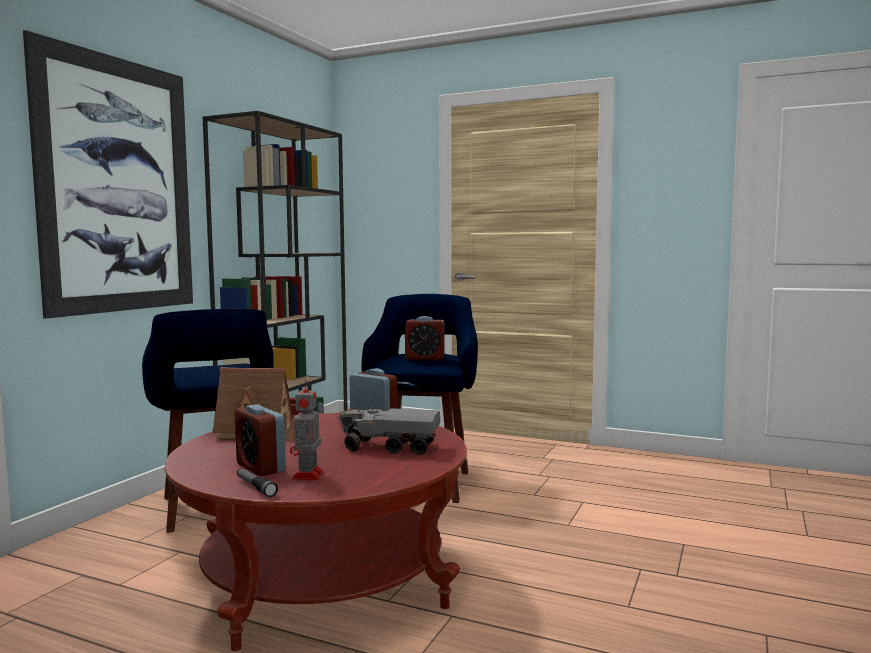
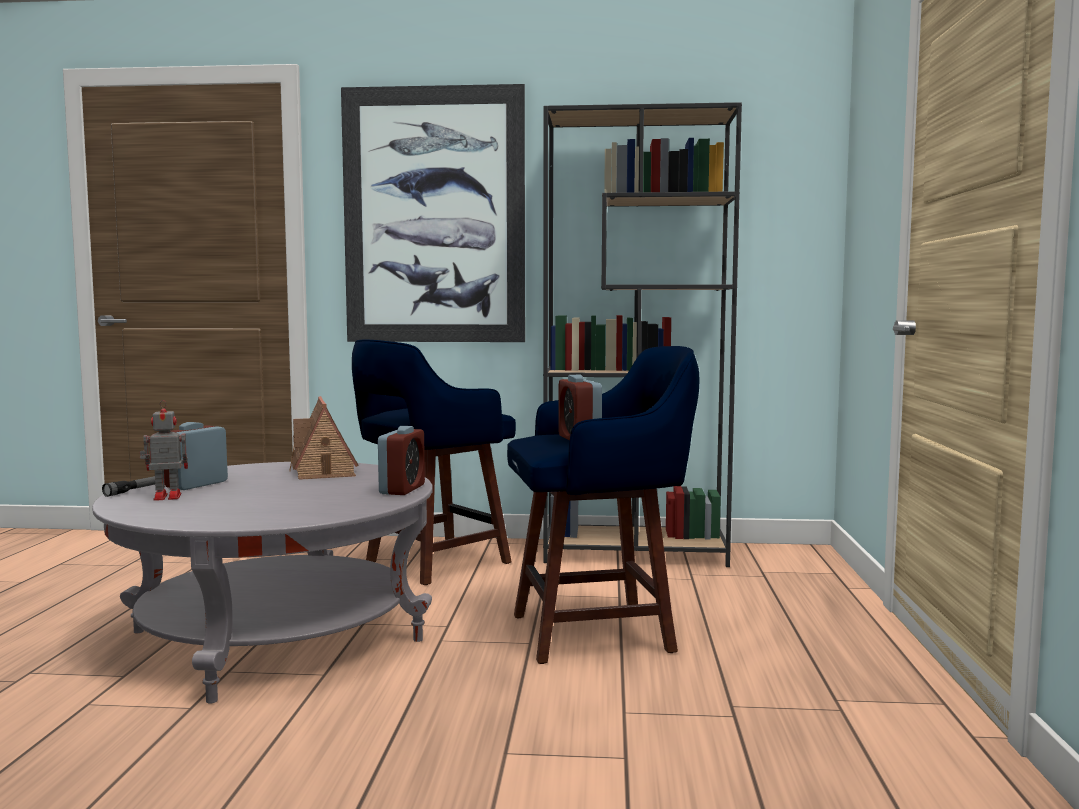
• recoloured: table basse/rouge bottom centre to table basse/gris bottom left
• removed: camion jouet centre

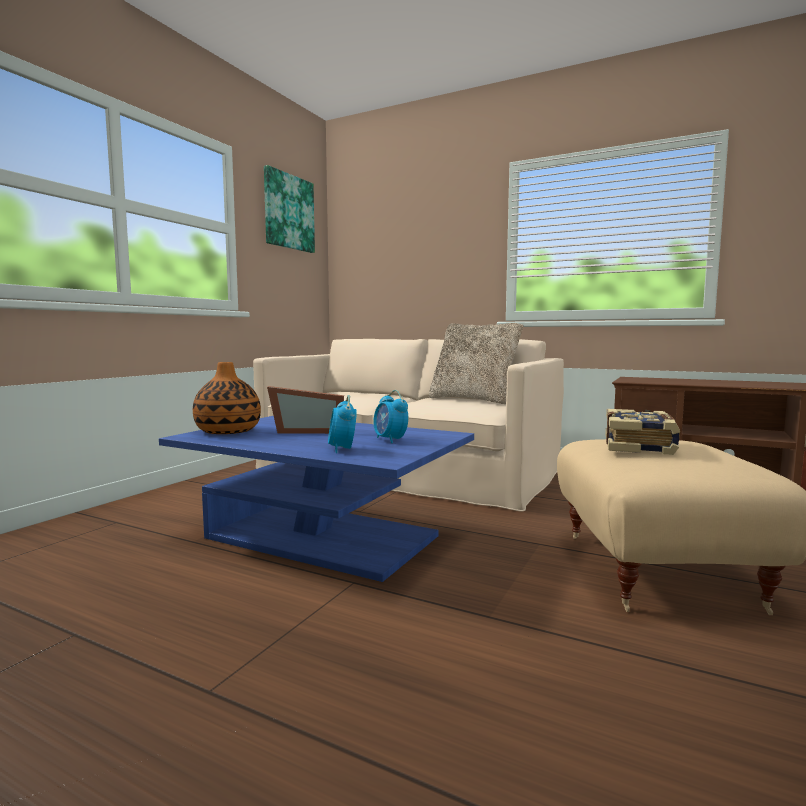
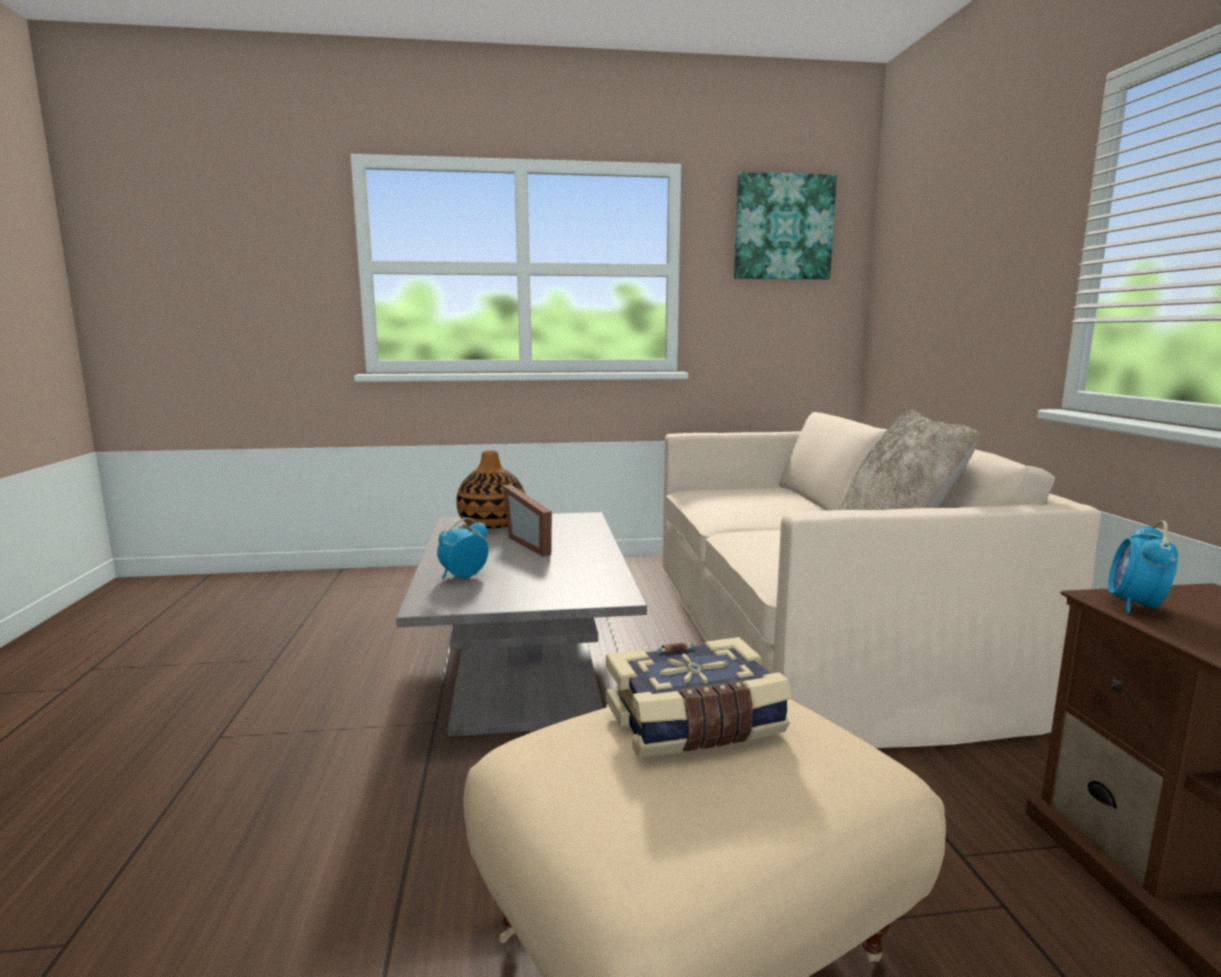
• recoloured: table basse/bleu centre to table basse/gris centre
• moved: réveil (2nd from left) centre to middle right

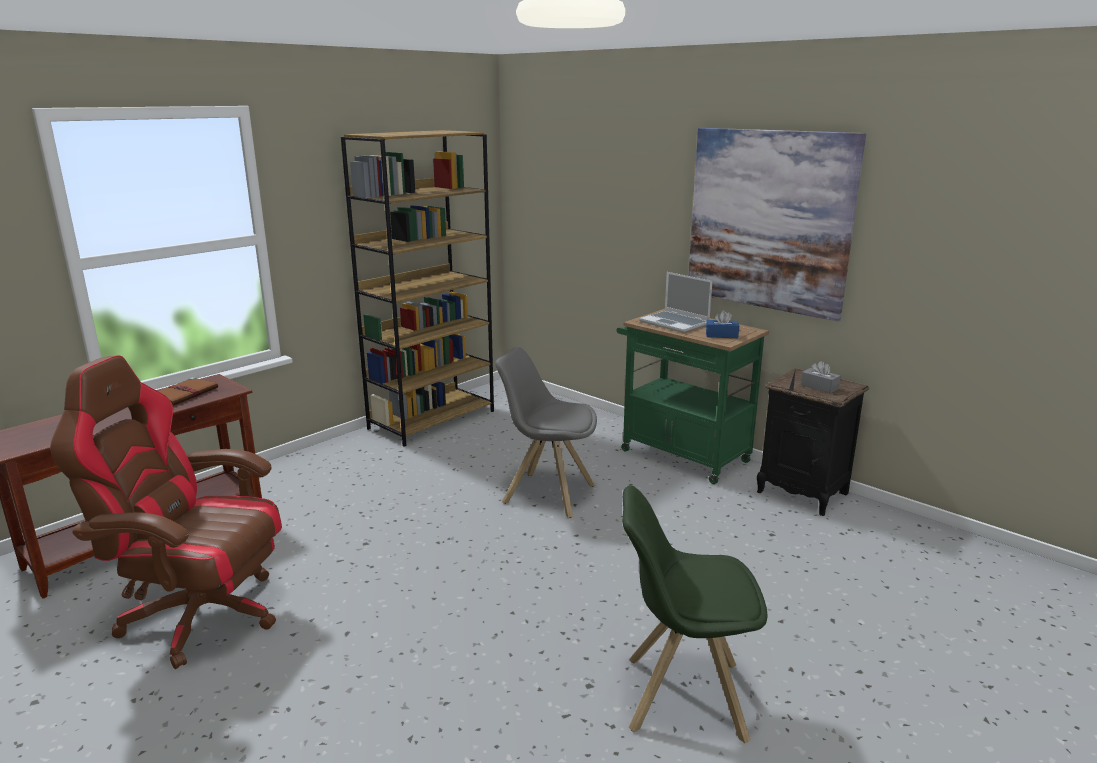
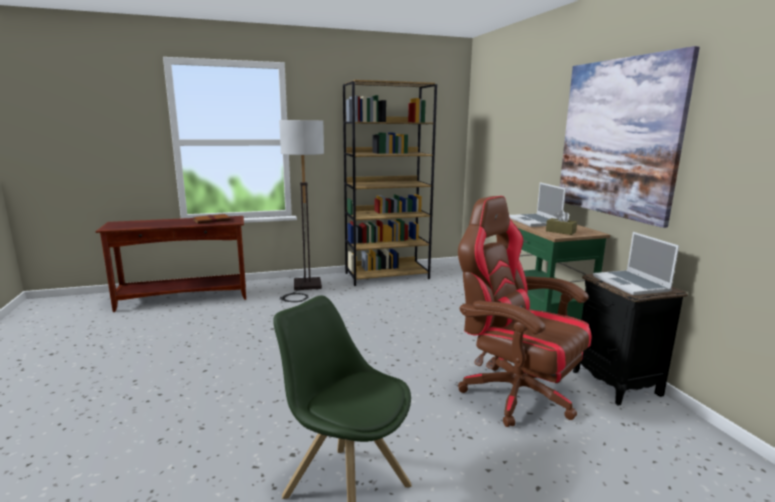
• moved: chaise de bureau/marron bottom left to middle right
• removed: chaise/gris centre
• recoloured: boîte à mouchoirs/bleu centre to boîte à mouchoirs/marron middle right
• replaced: boîte à mouchoirs/gris middle right to ordinateur portable (2nd from left) middle right
• added: lampadaire centre

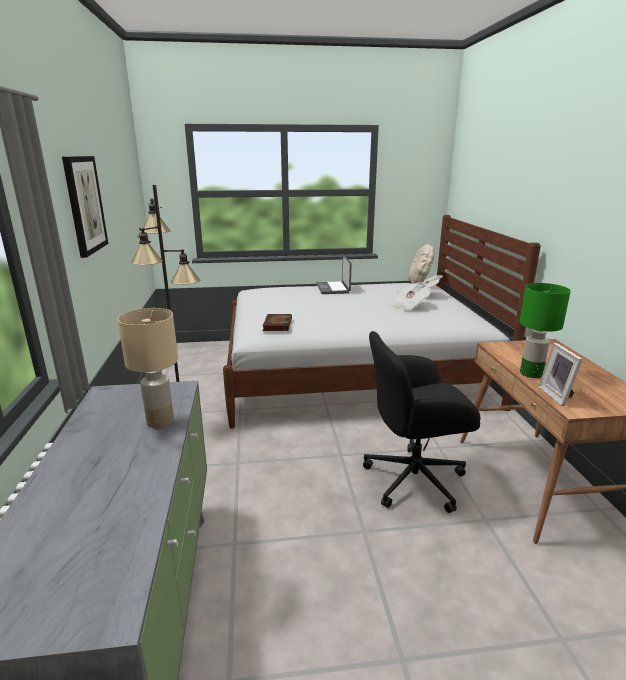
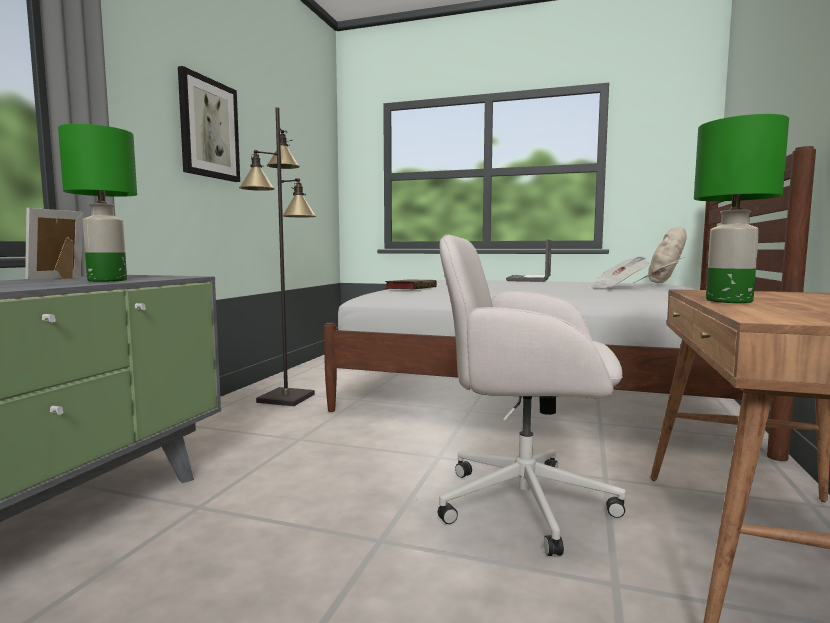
• recoloured: lampe de table/beige middle left to lampe de table/vert (1st from left) top left
• recoloured: chaise de bureau/noir middle right to chaise de bureau/blanc centre
• moved: cadre photo middle right to middle left

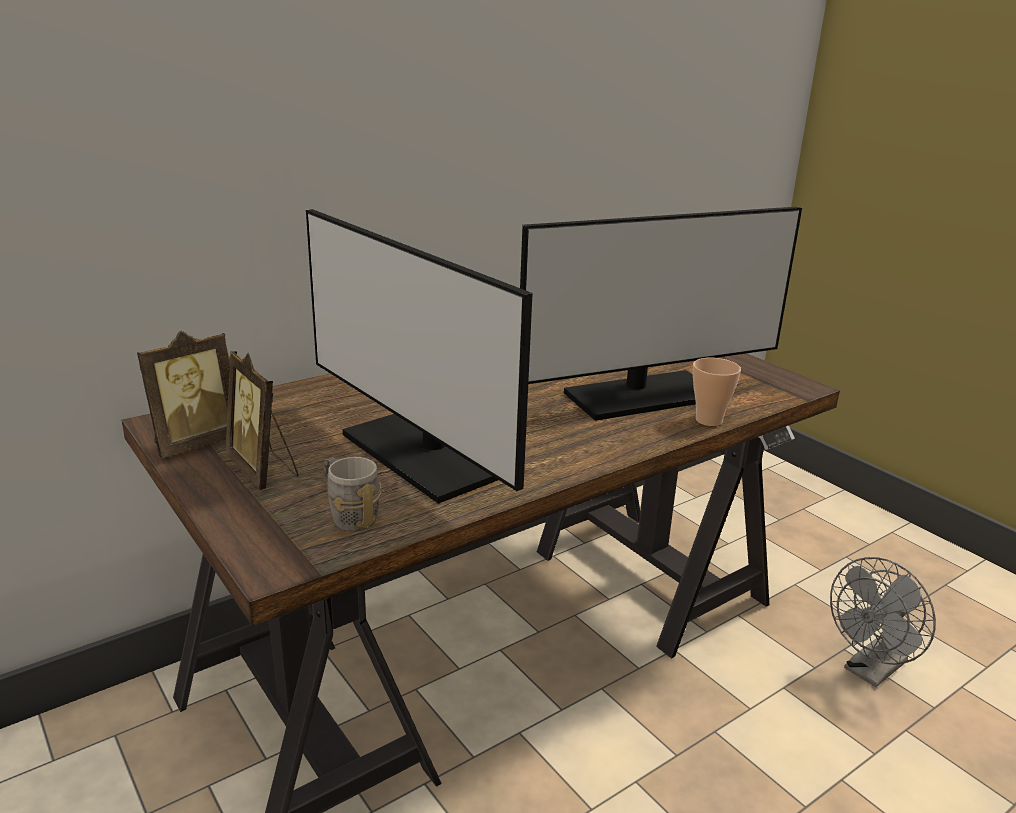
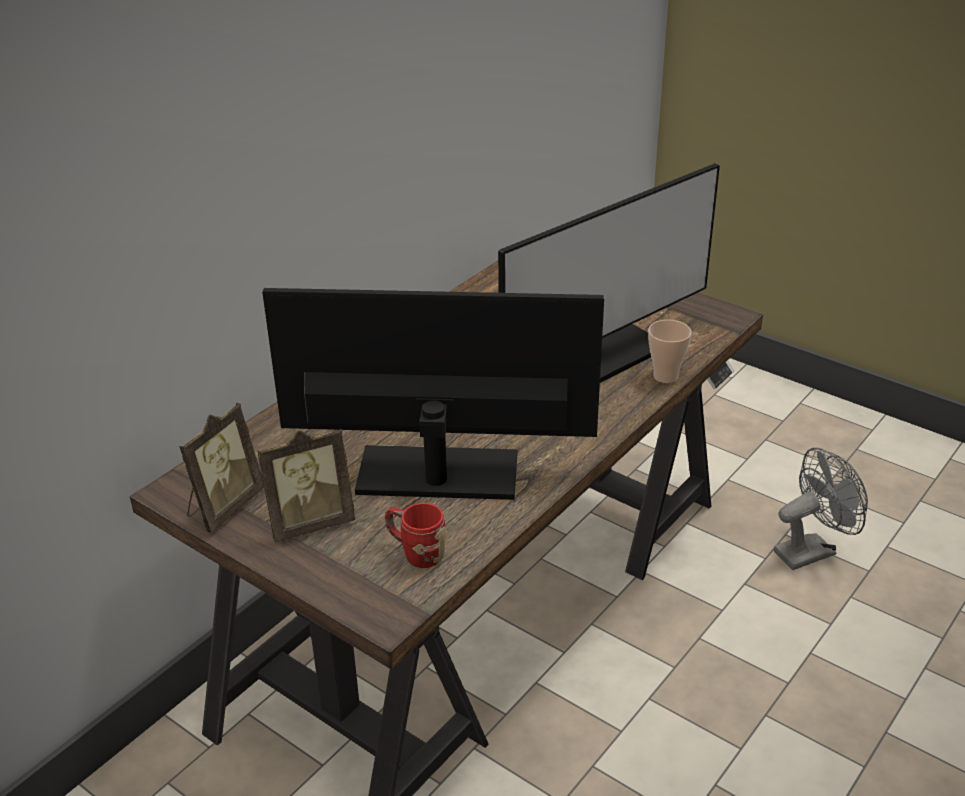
• turned: cadre photo (2nd from left) middle left = middle left 60 degrees counterclockwise
• turned: écran d'ordinateur (1st from left) centre = centre 150 degrees clockwise
• recoloured: mug/gris centre to mug/rouge bottom centre
• turned: ventilateur/gris bottom right = middle right 150 degrees counterclockwise

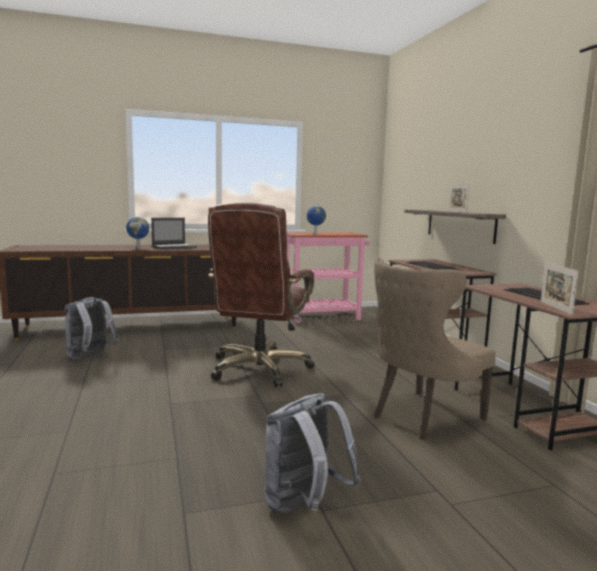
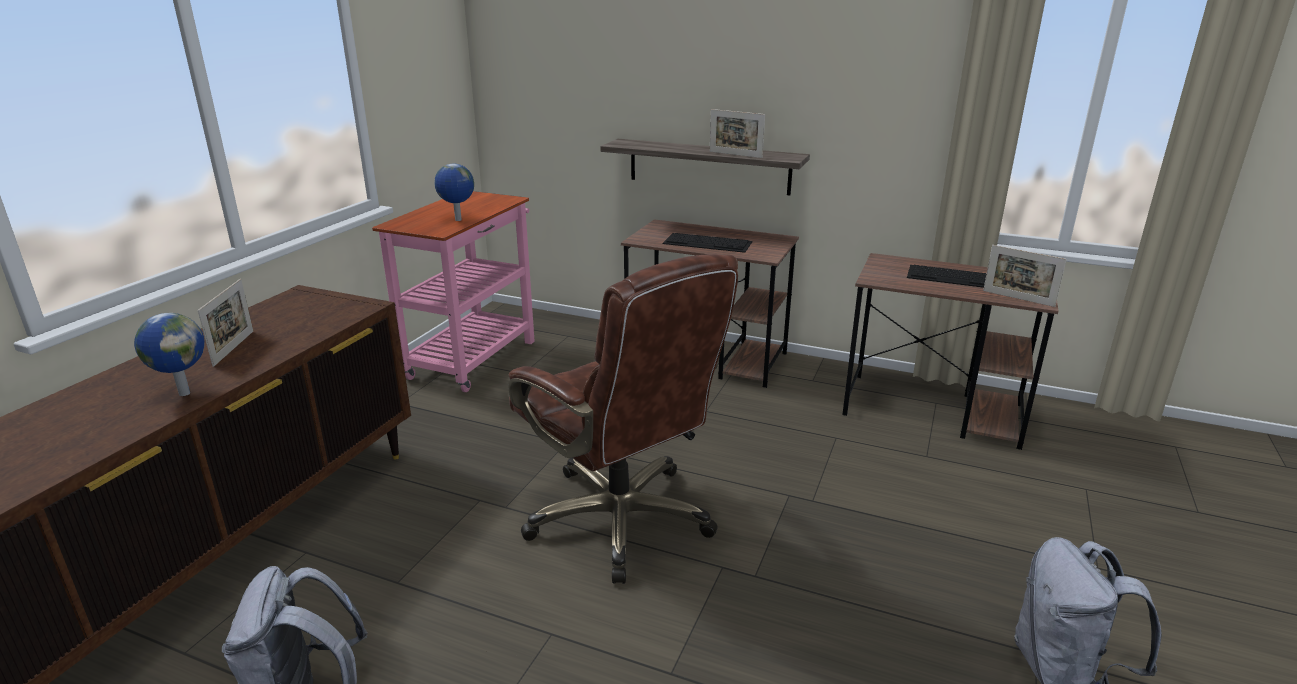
• replaced: ordinateur portable middle left to cadre photo (1st from left) middle left
• removed: chaise/beige middle right

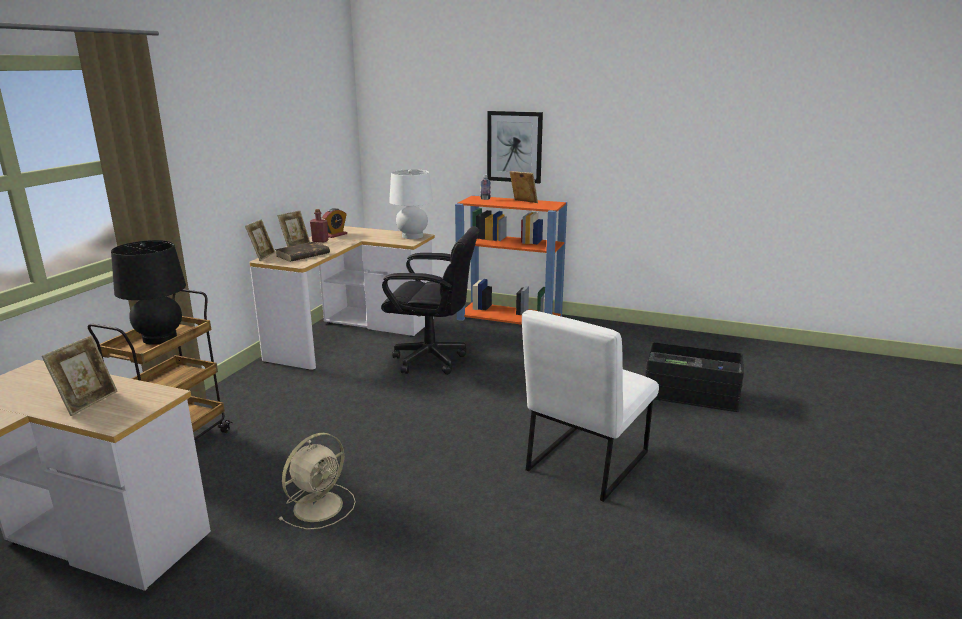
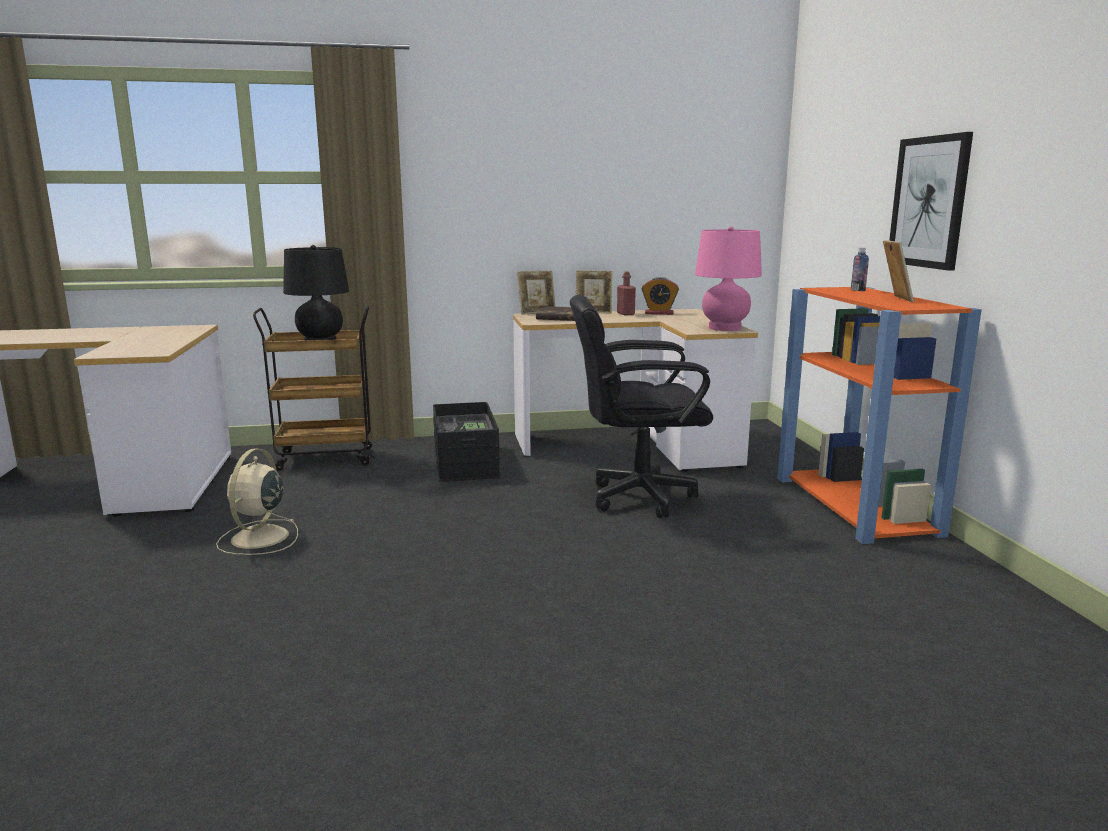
• removed: cadre photo (1st from left) middle left
• turned: ventilateur/beige bottom left = middle left 90 degrees clockwise
• turned: chaise de bureau/noir centre = centre 105 degrees clockwise
• recoloured: lampe de table/blanc top centre to lampe de table/rose centre
• removed: chaise/blanc centre
• moved: boîte de rangement/noir middle right to centre

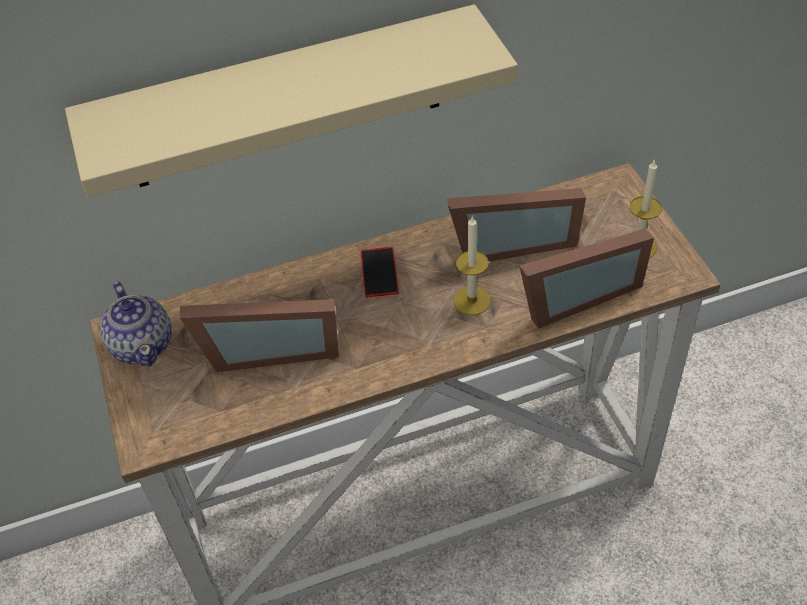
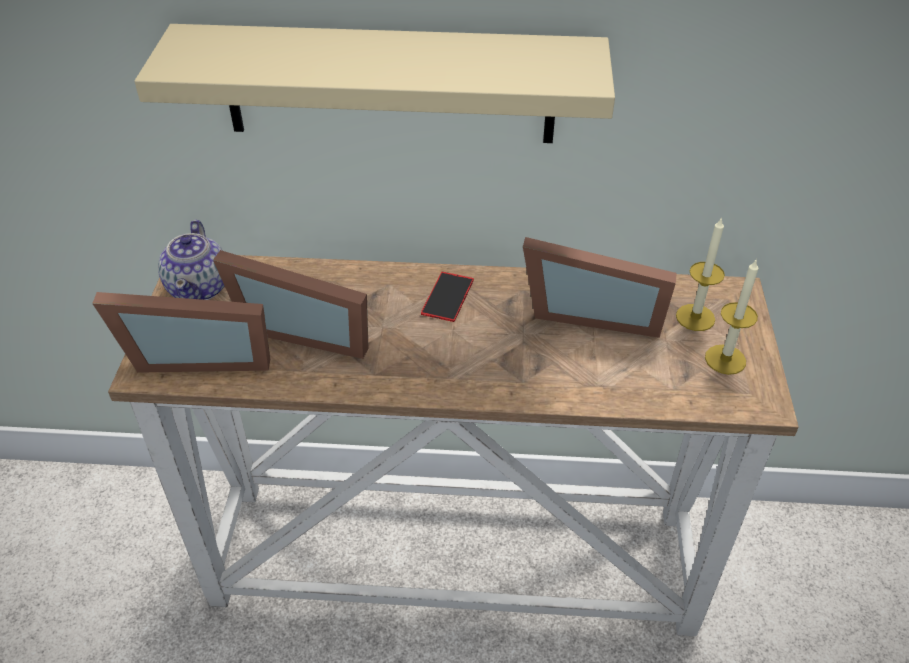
• moved: bougie (1st from left) centre to middle right
• moved: cadre photo (3rd from left in the first image) middle right to cadre photo (1st from left) middle left

